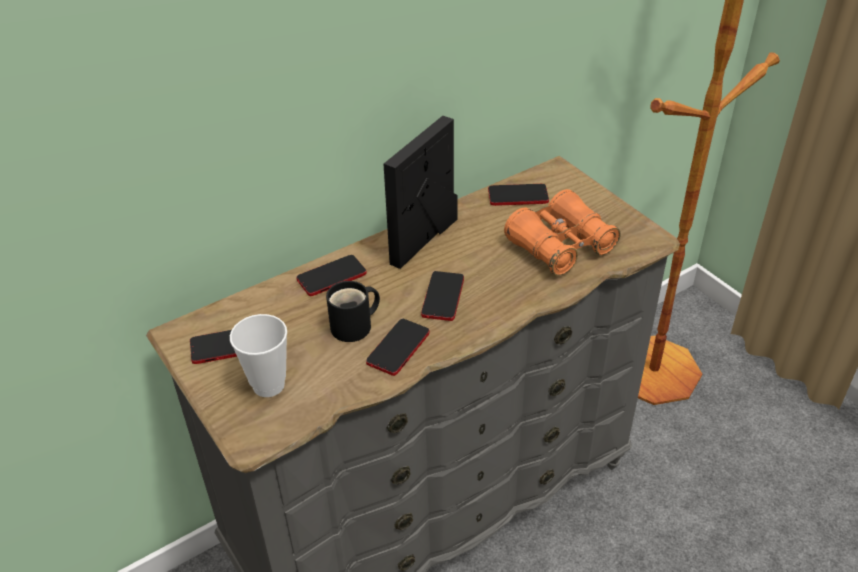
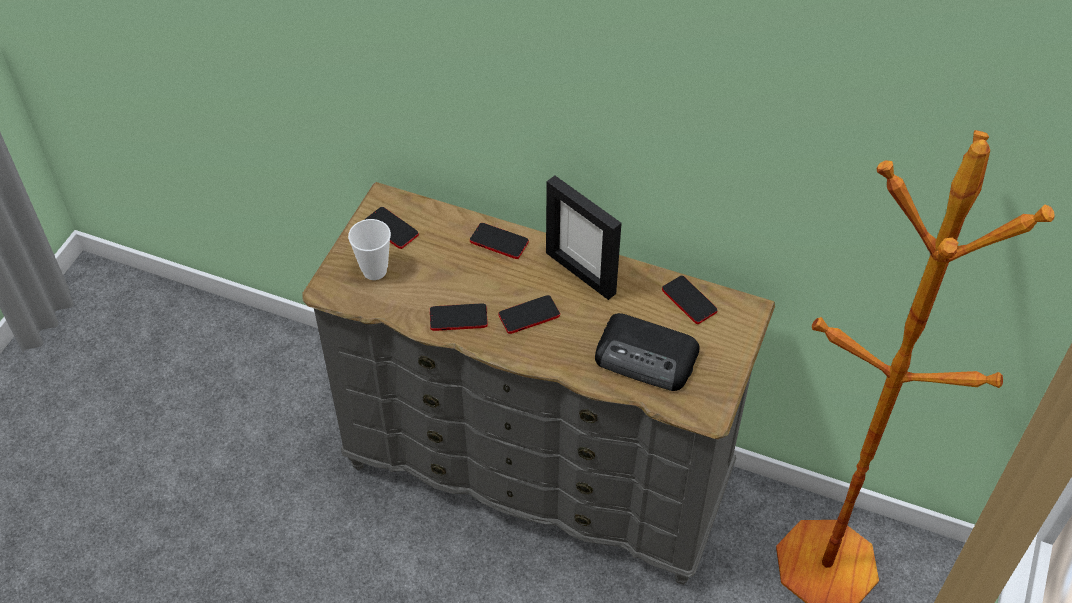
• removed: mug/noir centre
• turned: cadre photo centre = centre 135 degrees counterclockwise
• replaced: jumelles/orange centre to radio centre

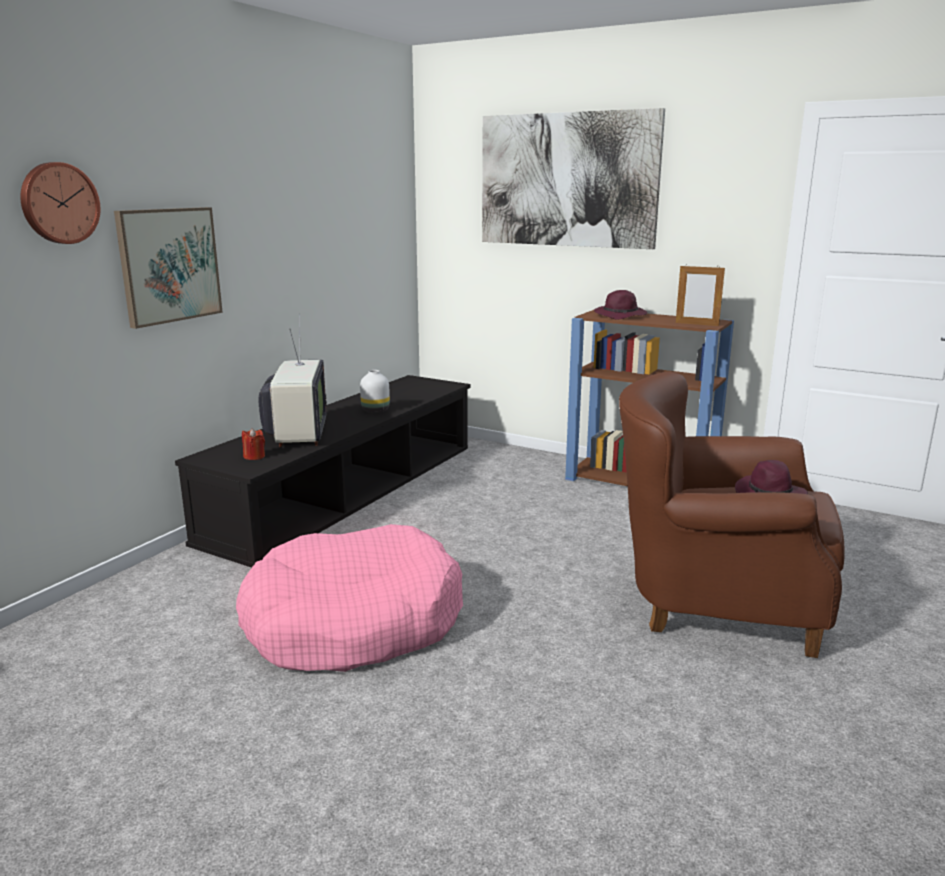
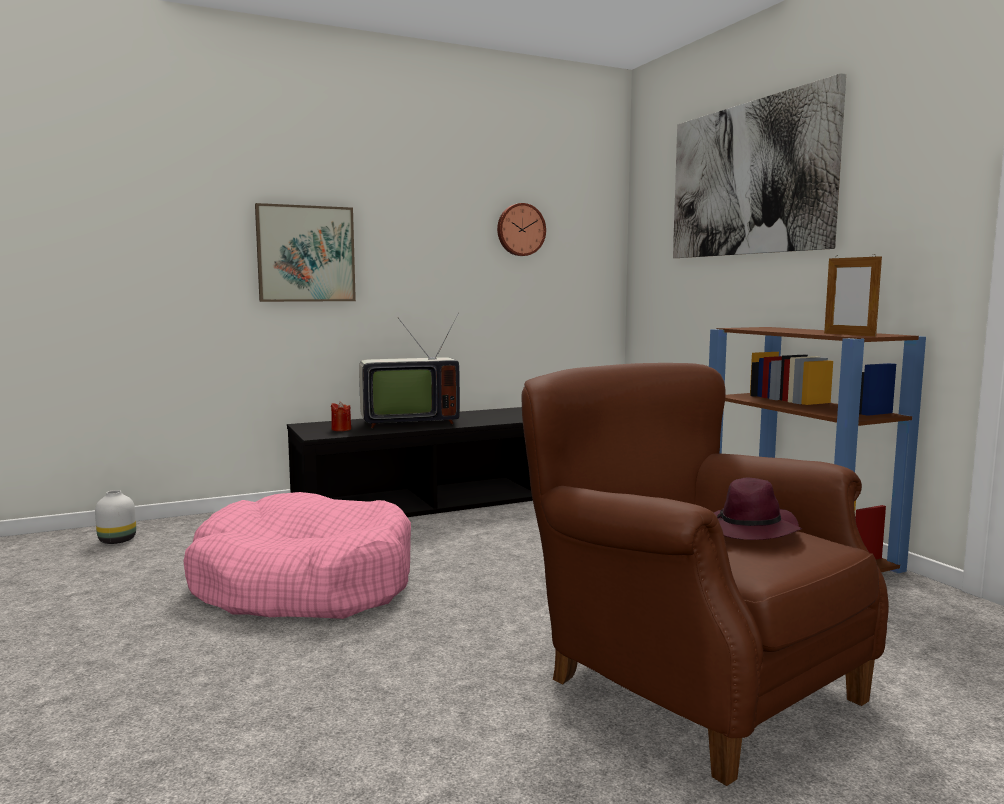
• moved: horloge murale top left to top centre
• turned: téléviseur middle left = centre 45 degrees clockwise
• moved: vase/blanc centre to middle left
• removed: chapeau/violet (1st from left) centre

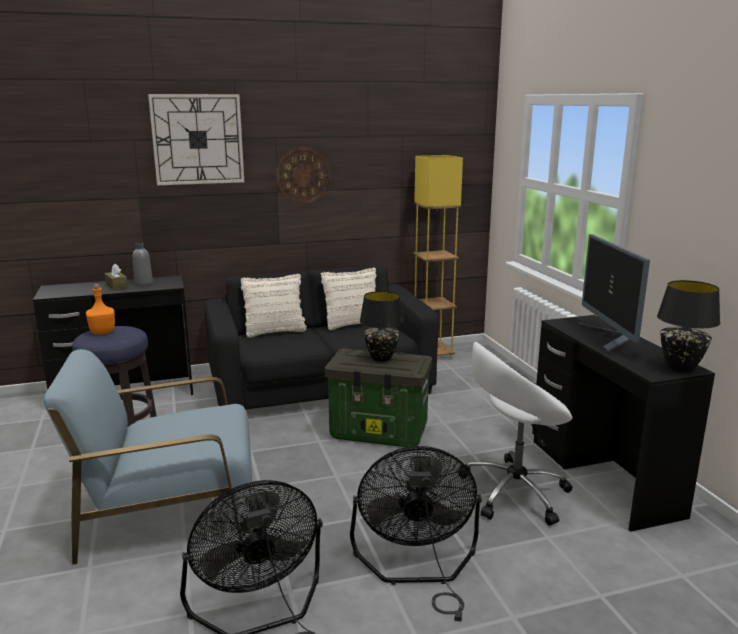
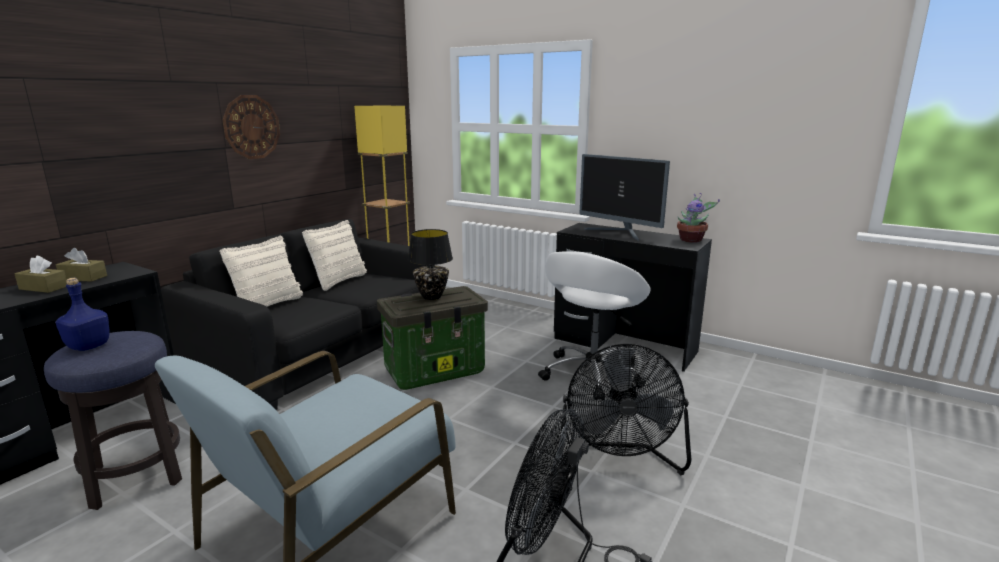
• recoloured: bouteille/orange middle left to bouteille/bleu middle left
• replaced: bouteille/gris middle left to boîte à mouchoirs/marron (2nd from left) middle left
• removed: horloge murale (1st from left) top left
• turned: ventilateur/noir (2nd from left) bottom centre = bottom centre 135 degrees counterclockwise
• replaced: lampe de table/noir (2nd from left) middle right to plante en pot middle right

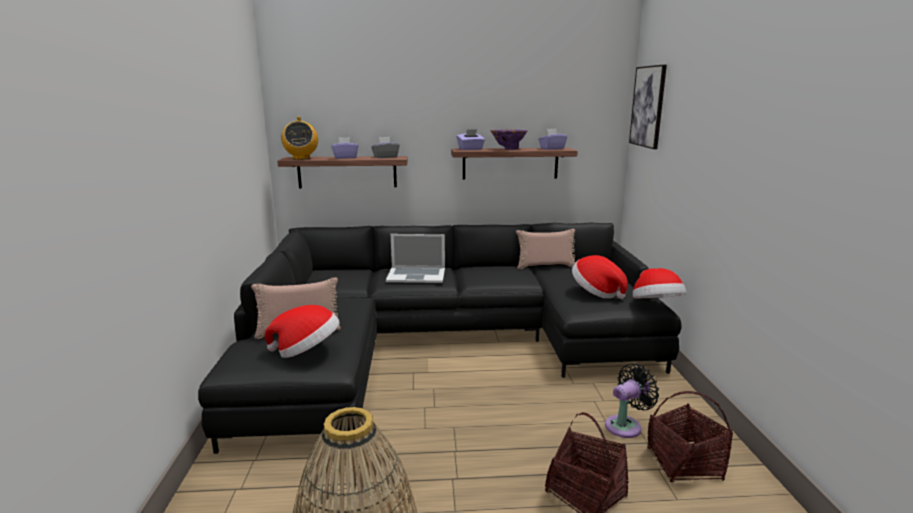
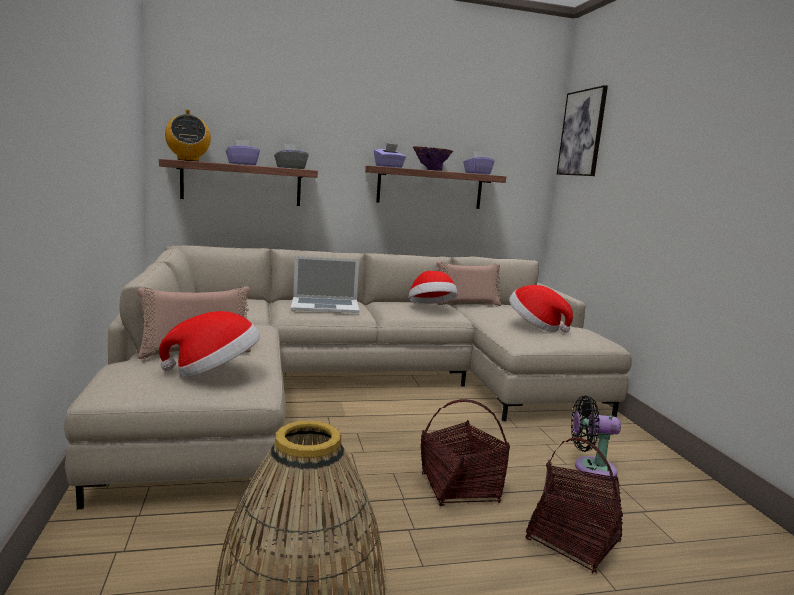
• recoloured: canapé/noir centre to canapé/beige centre
• turned: ventilateur/noir bottom right = bottom right 135 degrees counterclockwise
• moved: chapeau (3rd from left in the first image) middle right to chapeau (2nd from left) centre
• moved: panier (3rd from left in the first image) bottom right to panier (2nd from left) bottom centre

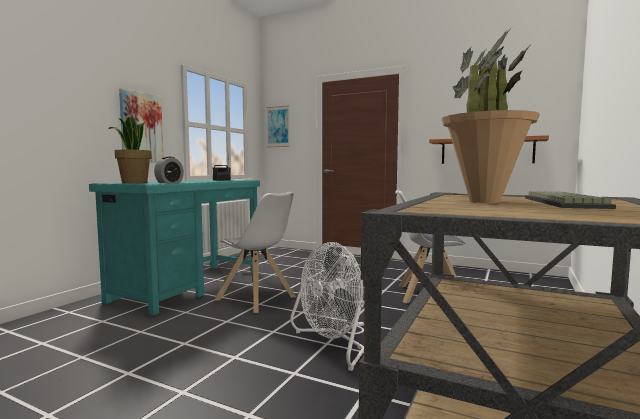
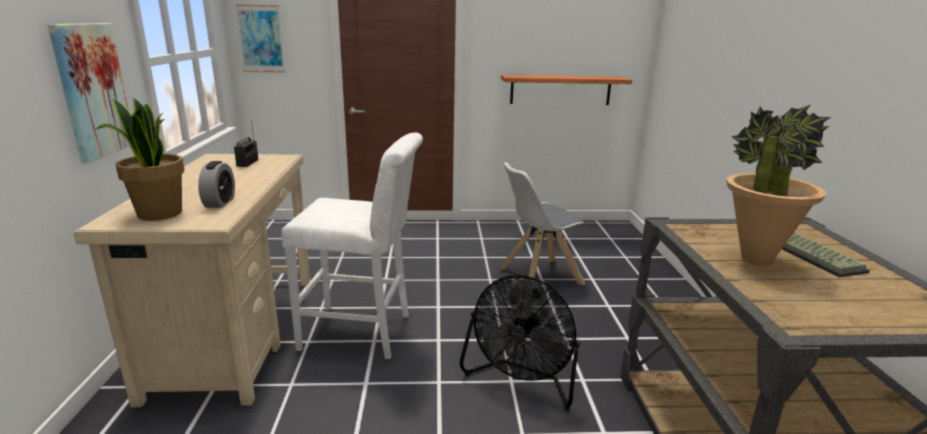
• recoloured: bureau/turquoise middle left to bureau/beige middle left
• replaced: chaise (1st from left) centre to tabouret/blanc centre
• recoloured: ventilateur/blanc bottom centre to ventilateur/noir bottom centre

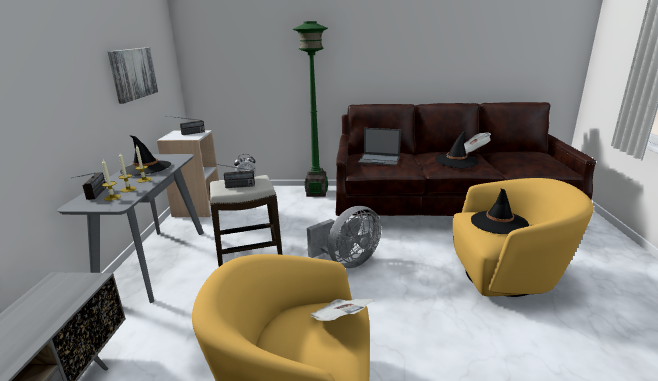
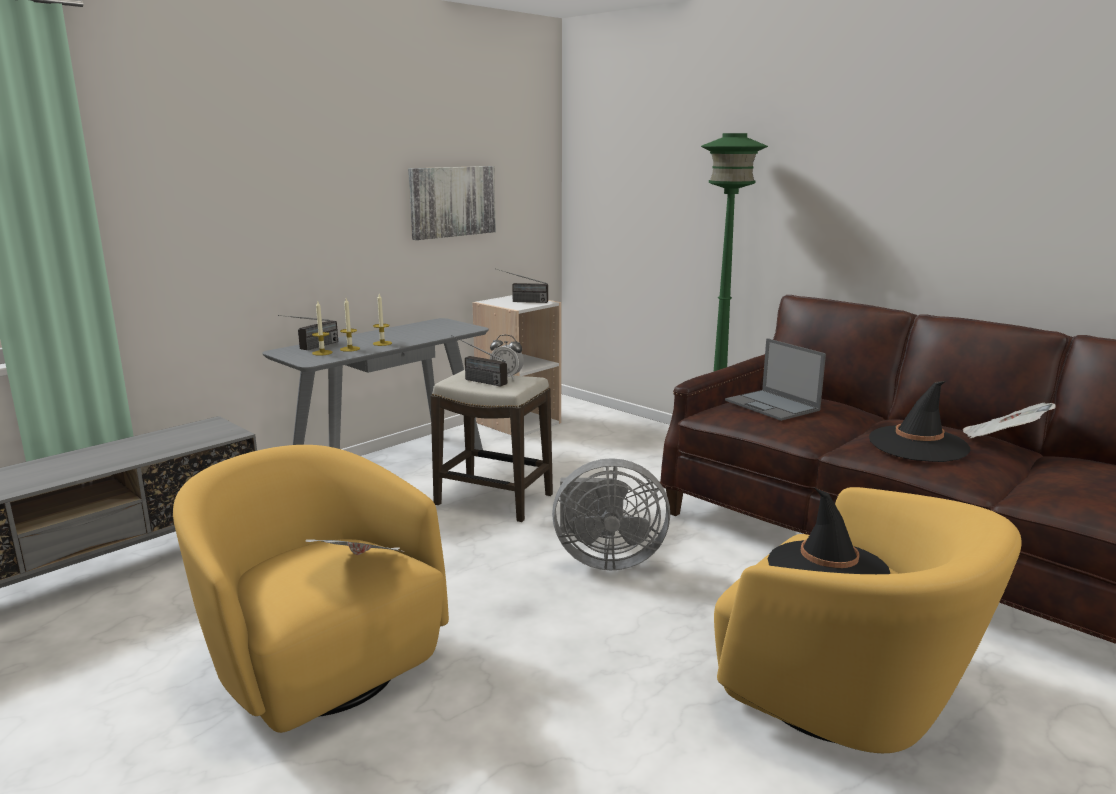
• removed: chapeau/noir (1st from left) middle left

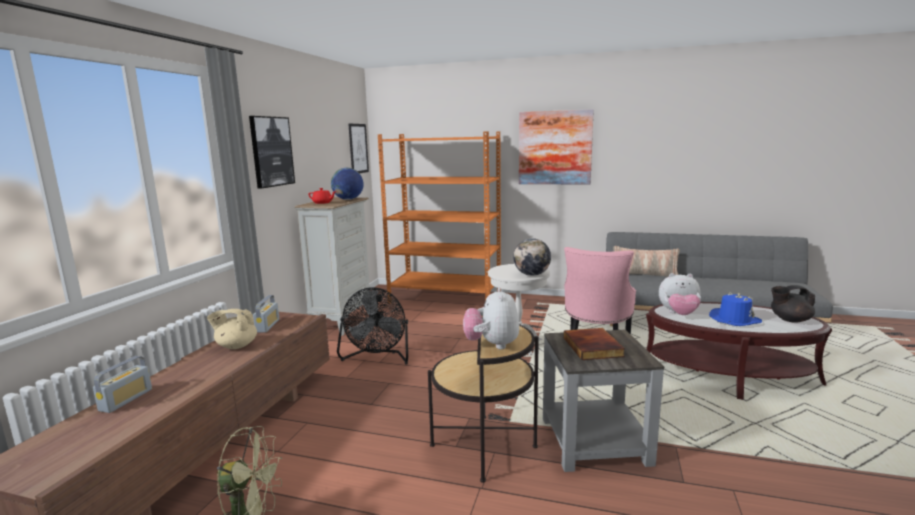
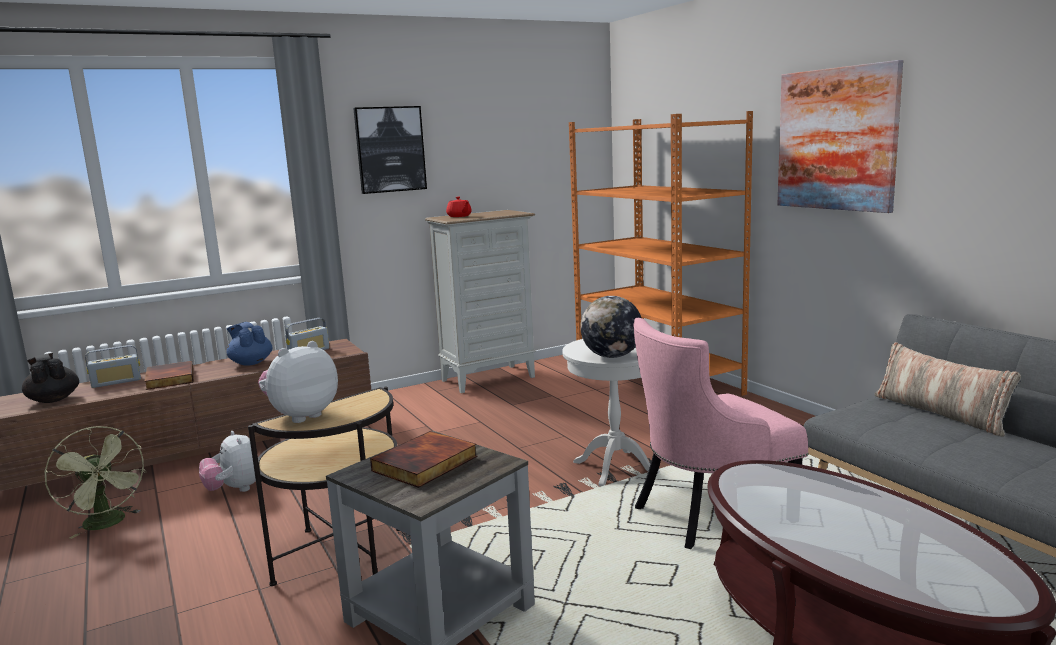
• recoloured: théière/beige middle left to théière/bleu middle left
• removed: globe (1st from left) centre
• removed: ventilateur/noir centre
• removed: tableau (2nd from left) top centre
• moved: peluche (2nd from left in the first image) middle right to peluche (1st from left) bottom left
• removed: chapeau/bleu middle right
• moved: théière/noir middle right to middle left
• added: livre (1st from left) middle left

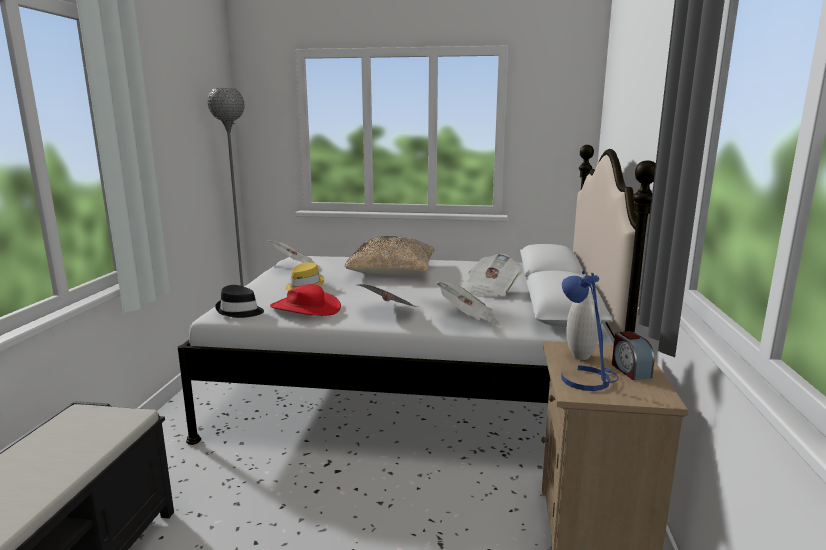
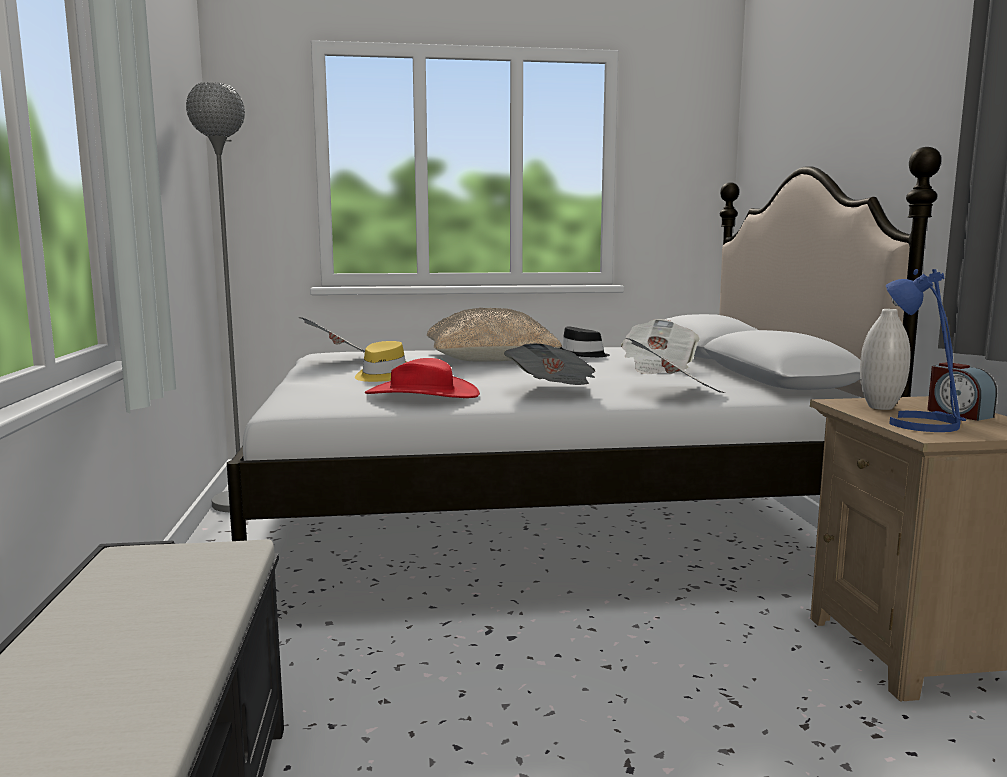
• moved: chapeau/noir middle left to centre

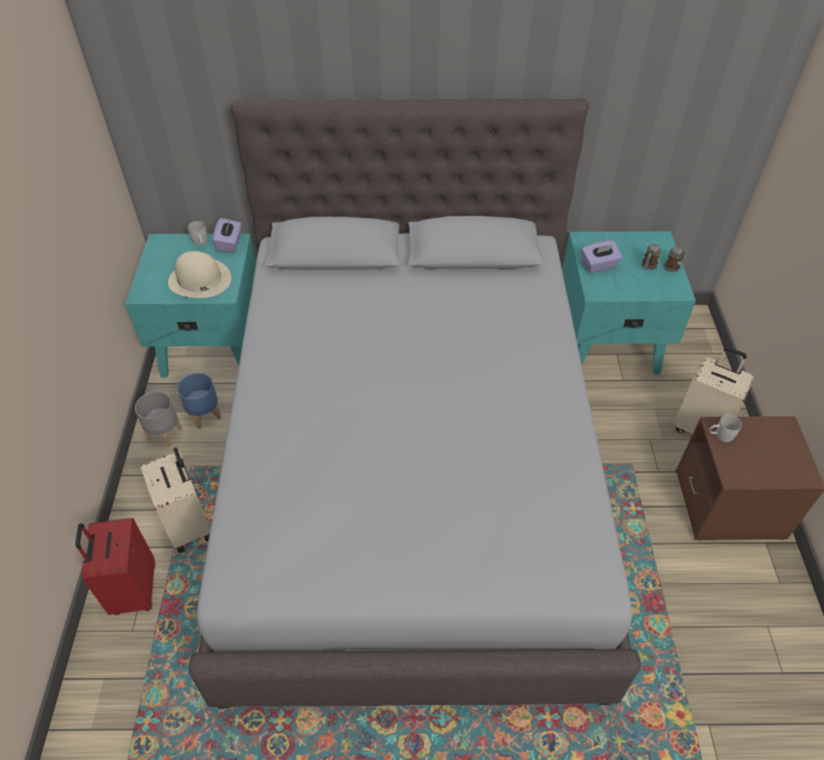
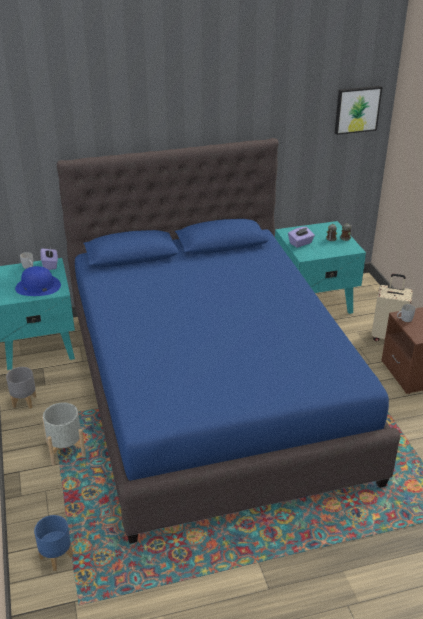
• removed: valise/rouge bottom left
• replaced: valise/beige (1st from left) middle left to cache-pot/gris (2nd from left) bottom left
• recoloured: chapeau/beige middle left to chapeau/bleu middle left
• moved: cache-pot/bleu middle left to bottom left
• recoloured: lit/gris centre to lit/bleu centre
• added: tableau top right

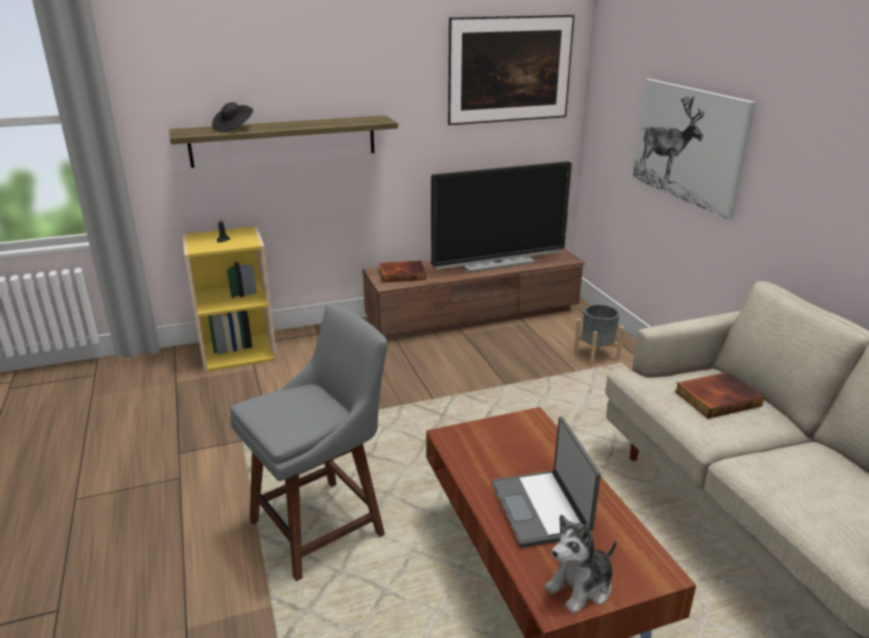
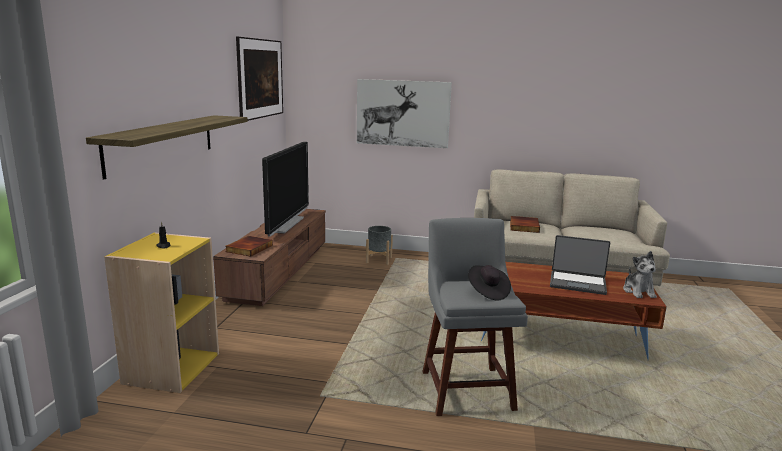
• moved: chapeau/noir top left to centre

